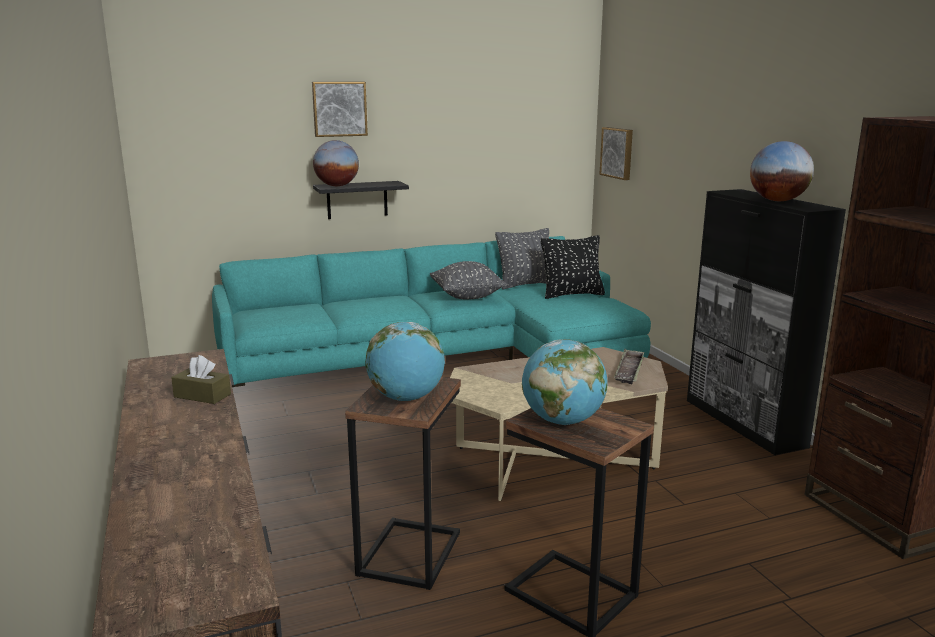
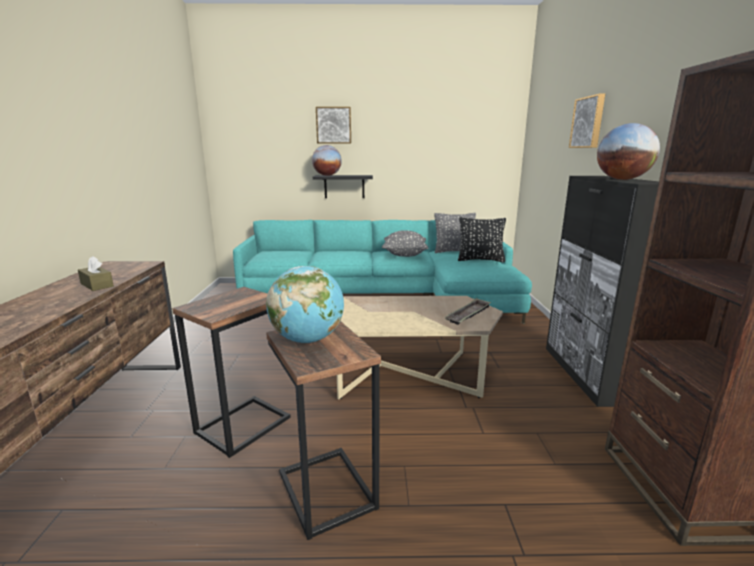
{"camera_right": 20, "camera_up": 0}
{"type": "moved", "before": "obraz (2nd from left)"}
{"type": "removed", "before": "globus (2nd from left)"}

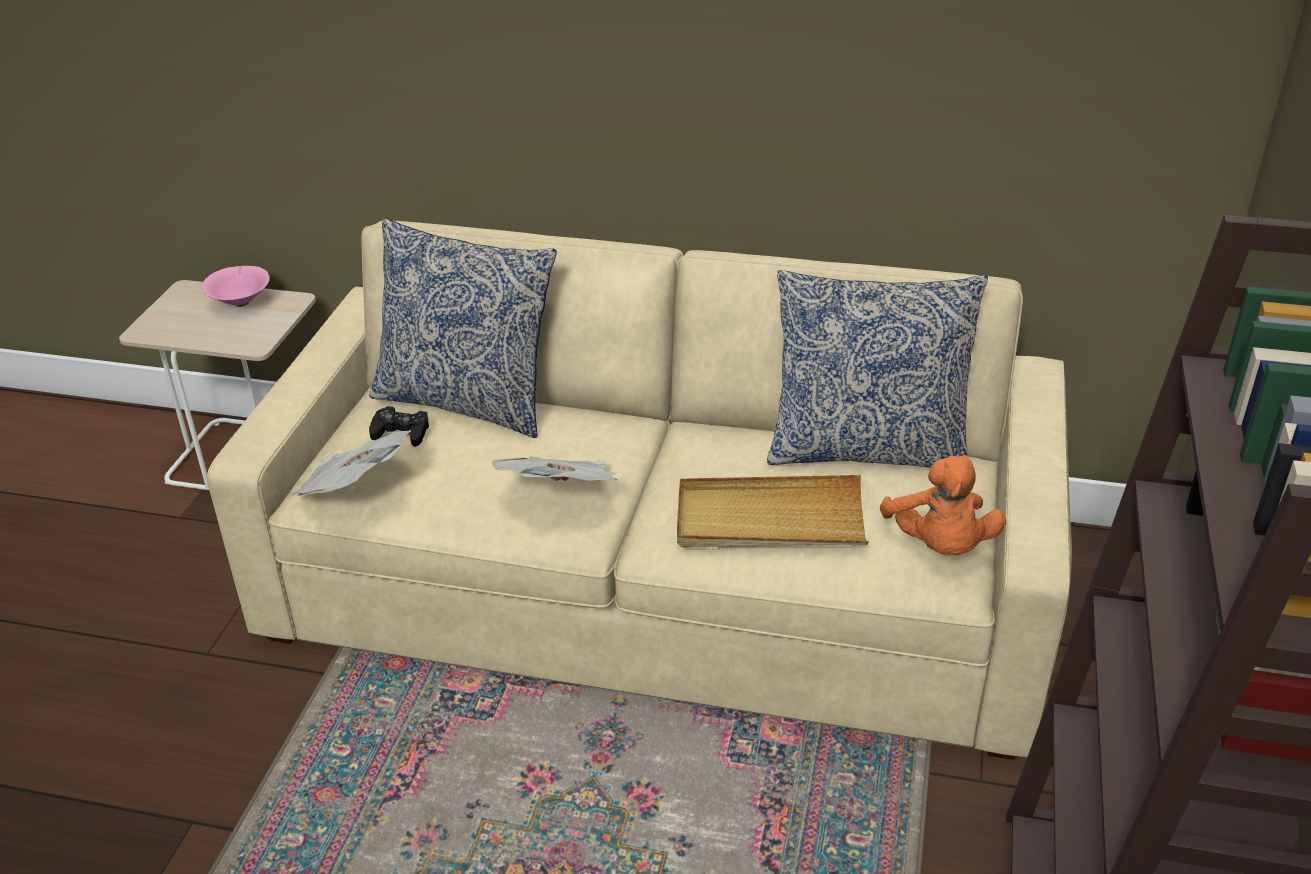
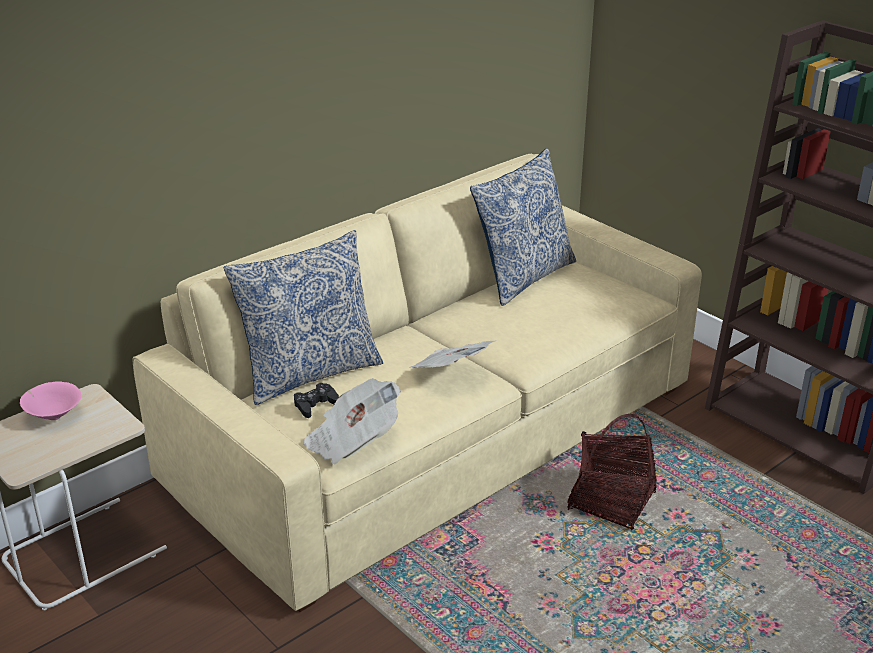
{"camera_right": -55, "camera_up": -5}
{"type": "added", "after": "koszyk"}
{"type": "removed", "before": "taca/beżowy"}
{"type": "removed", "before": "pluszak/pomarańczowy"}

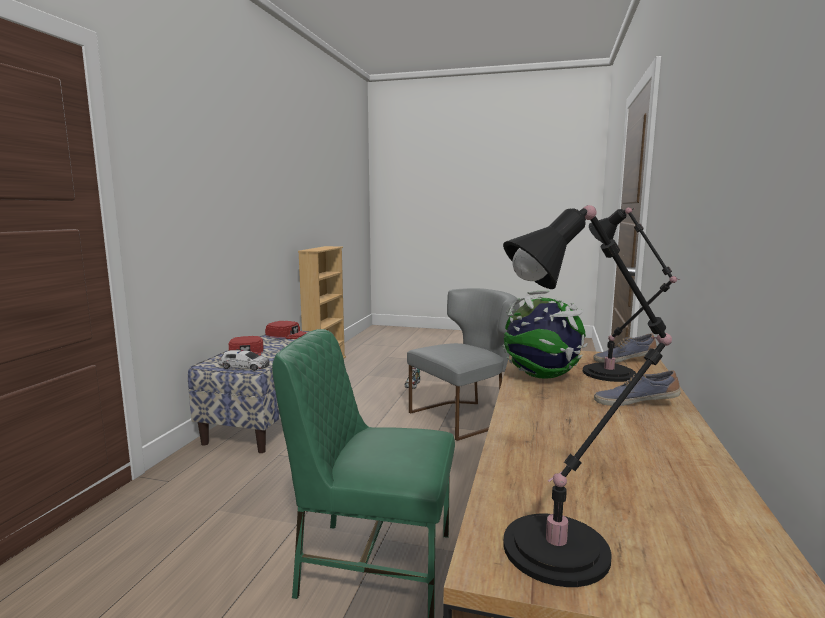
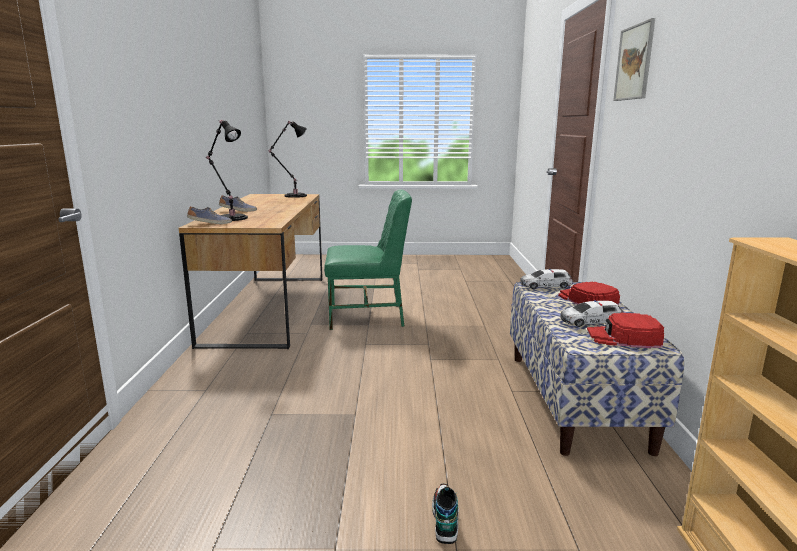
{"camera_right": 165, "camera_up": 5}
{"type": "added", "after": "samochodzik (2nd from left)"}
{"type": "added", "after": "obraz"}
{"type": "removed", "before": "krzesło/szary"}
{"type": "removed", "before": "globus"}

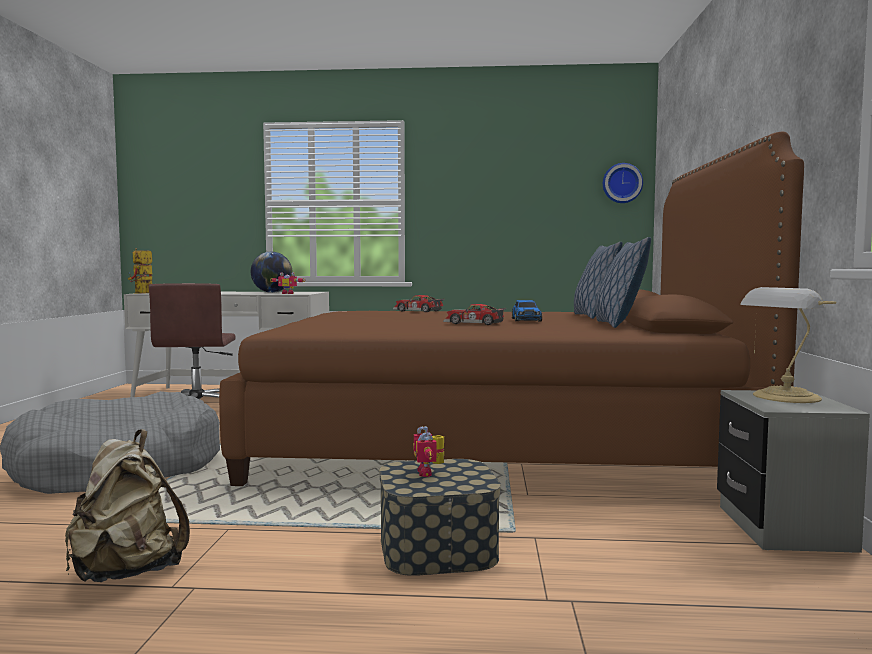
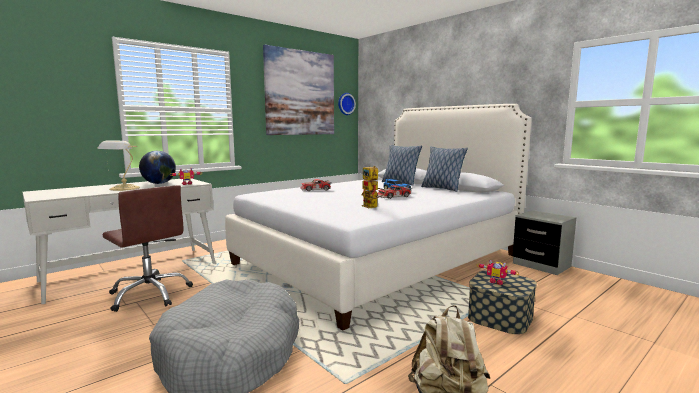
{"camera_right": -45, "camera_up": 5}
{"type": "moved", "before": "lampa stołowa"}
{"type": "recoloured", "before": "łóżko/brązowy", "after": "łóżko/biały"}
{"type": "added", "after": "obraz"}
{"type": "moved", "before": "robot zabawkowy (1st from left in the first image)", "after": "robot zabawkowy (2nd from left)"}

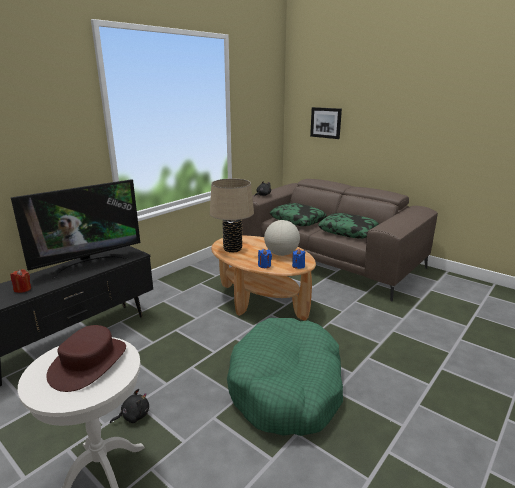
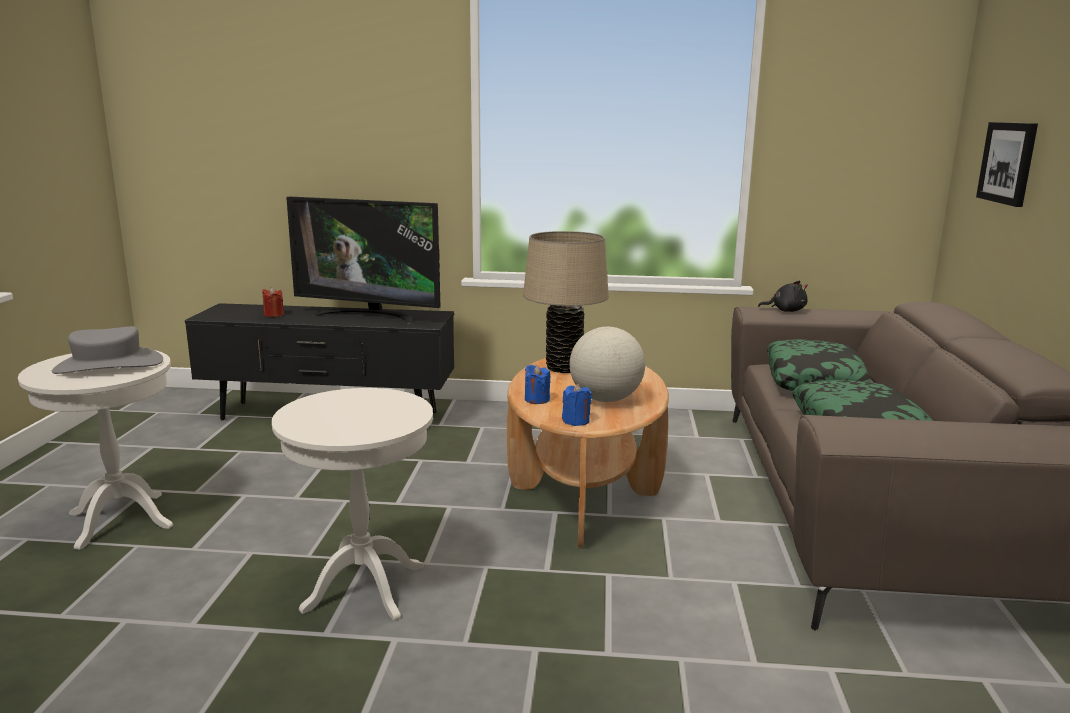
{"camera_right": 55, "camera_up": -5}
{"type": "recoloured", "before": "kapelusz/brązowy", "after": "kapelusz/szary"}
{"type": "replaced", "before": "legowisko/zielony", "after": "stolik/biały (2nd from left)"}
{"type": "removed", "before": "pluszak/czarny (1st from left)"}

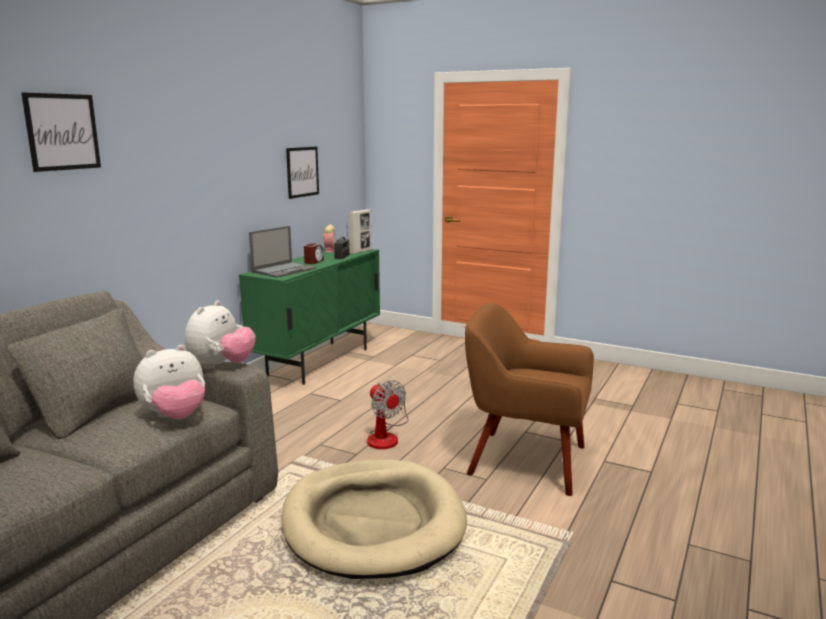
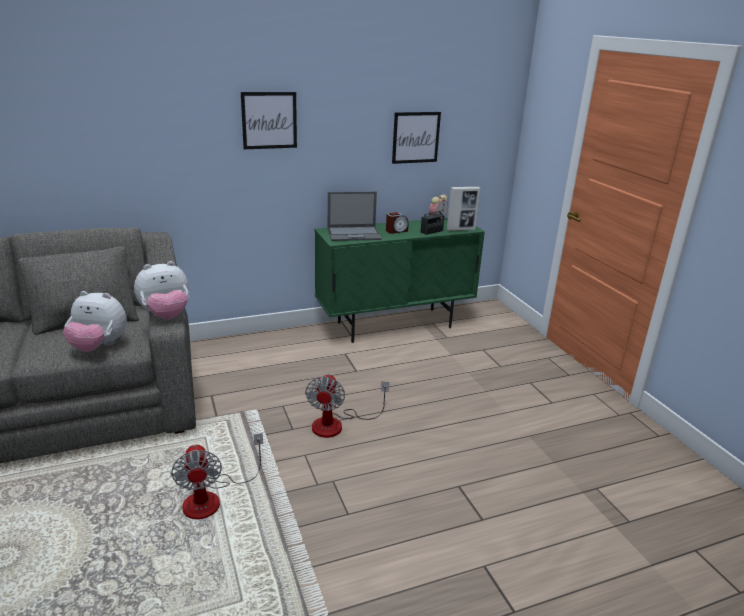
{"camera_right": 40, "camera_up": 10}
{"type": "replaced", "before": "legowisko/beżowy", "after": "wentylator (1st from left)"}
{"type": "moved", "before": "obraz (1st from left)"}
{"type": "removed", "before": "fotel/brązowy"}

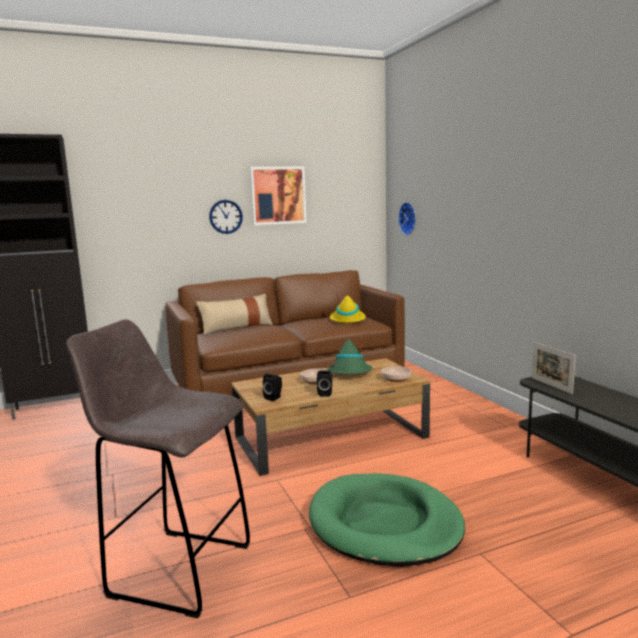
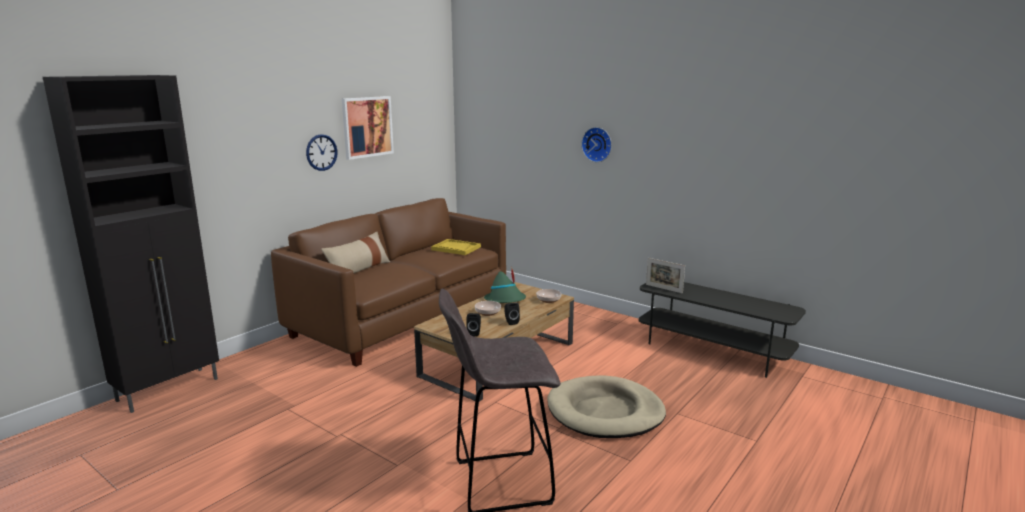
{"camera_right": -30, "camera_up": 5}
{"type": "replaced", "before": "kapelusz/żółty", "after": "taca/żółty"}
{"type": "recoloured", "before": "legowisko/zielony", "after": "legowisko/beżowy"}
{"type": "moved", "before": "zegar ścienny (2nd from left)"}

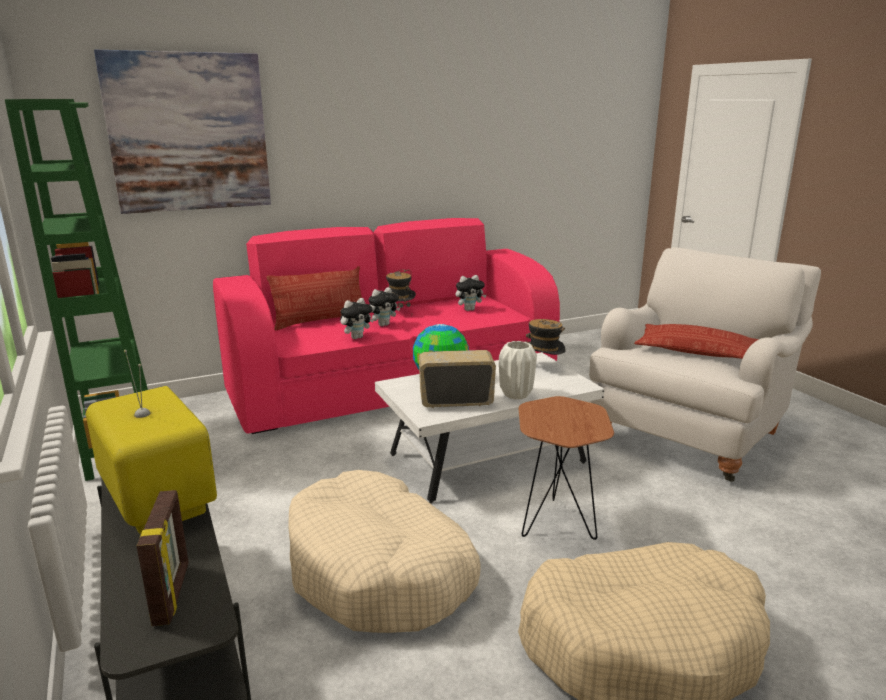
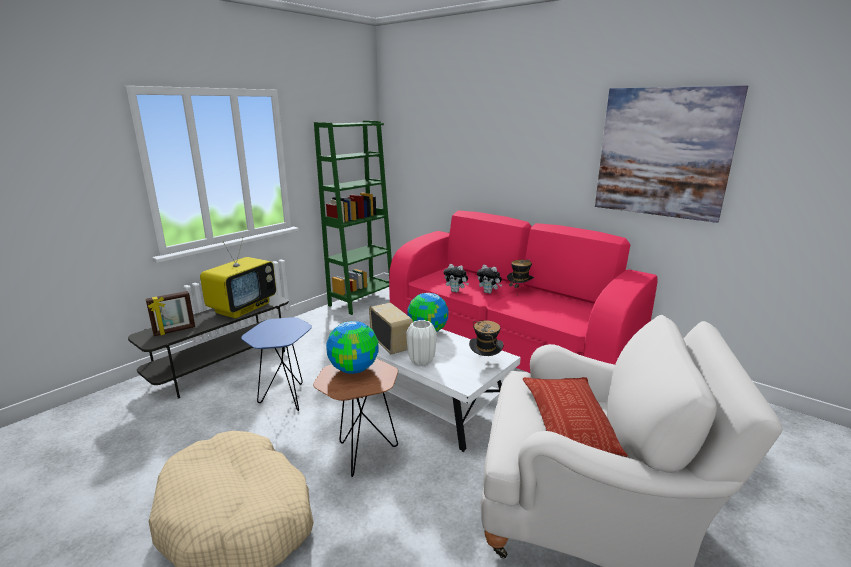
{"camera_right": 65, "camera_up": 0}
{"type": "replaced", "before": "legowisko/beżowy (1st from left)", "after": "stolik/niebieski"}
{"type": "added", "after": "globus (1st from left)"}
{"type": "moved", "before": "obraz"}
{"type": "removed", "before": "poduszka (1st from left)"}
{"type": "removed", "before": "pluszak (3rd from left)"}

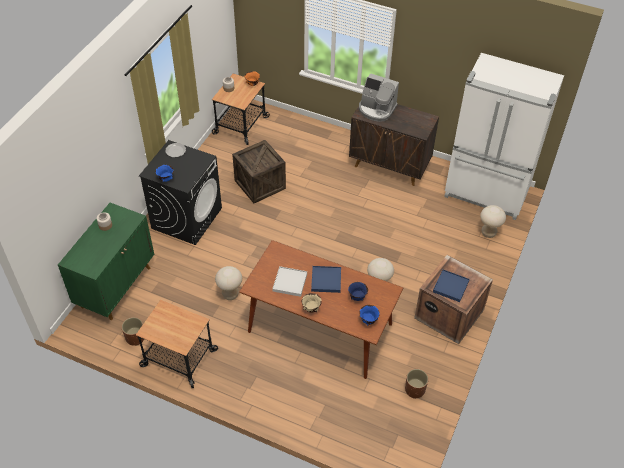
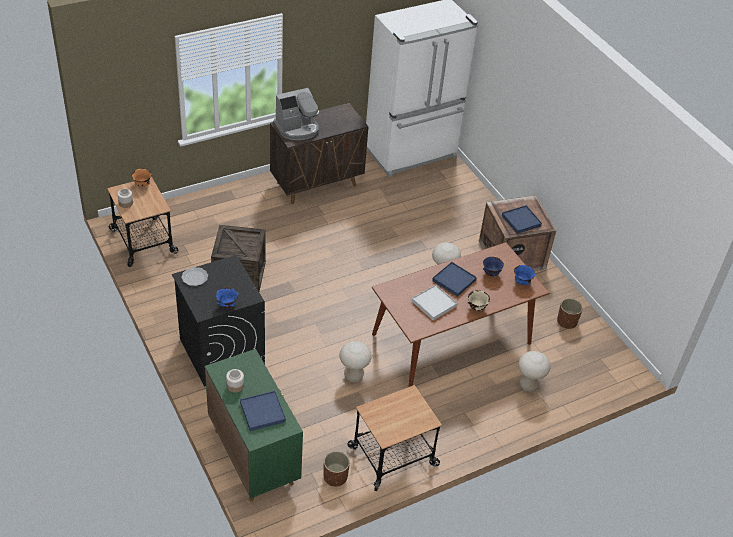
{"camera_right": -55, "camera_up": -5}
{"type": "added", "after": "taca/niebieski (1st from left)"}
{"type": "moved", "before": "stołek/beżowy (3rd from left)"}

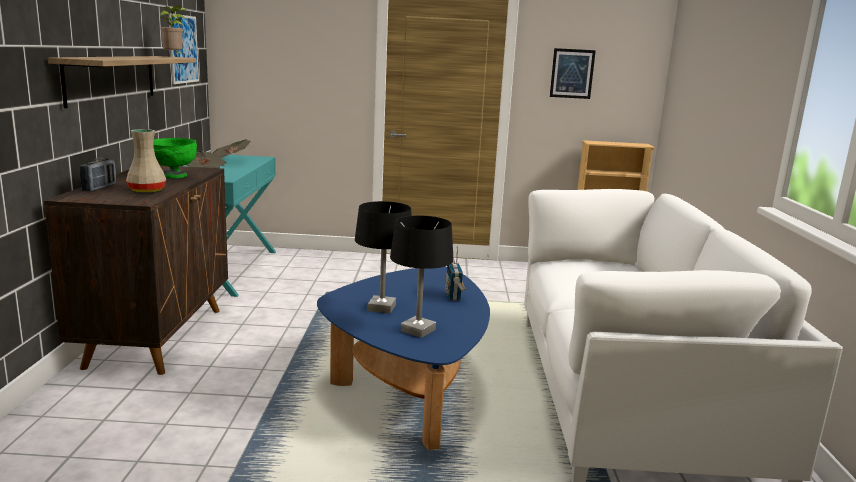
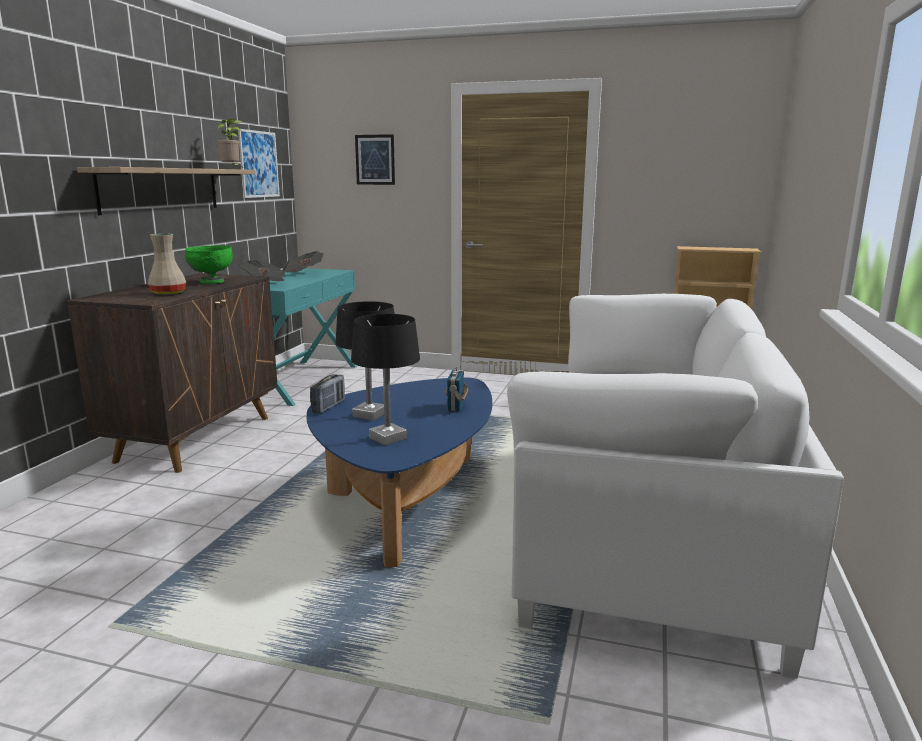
{"camera_right": 15, "camera_up": 0}
{"type": "moved", "before": "radio (1st from left)"}
{"type": "moved", "before": "obraz (2nd from left)"}

